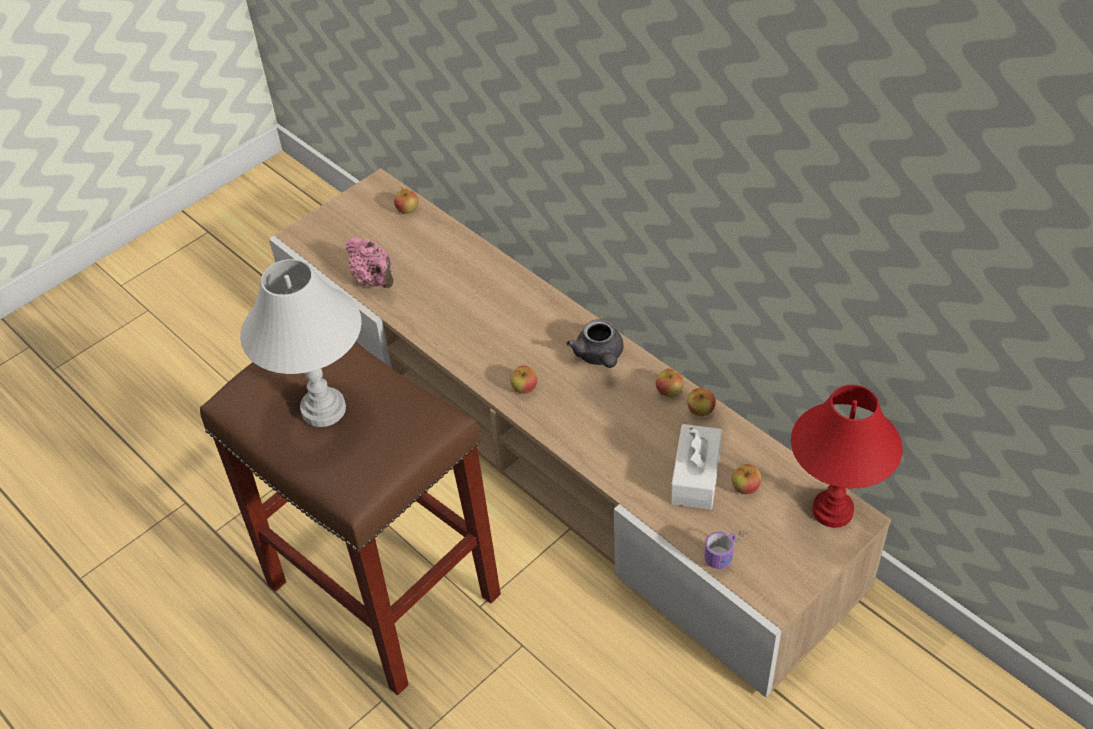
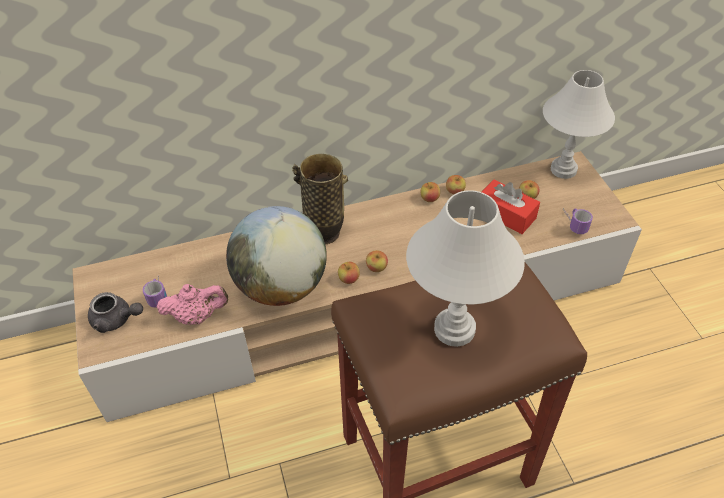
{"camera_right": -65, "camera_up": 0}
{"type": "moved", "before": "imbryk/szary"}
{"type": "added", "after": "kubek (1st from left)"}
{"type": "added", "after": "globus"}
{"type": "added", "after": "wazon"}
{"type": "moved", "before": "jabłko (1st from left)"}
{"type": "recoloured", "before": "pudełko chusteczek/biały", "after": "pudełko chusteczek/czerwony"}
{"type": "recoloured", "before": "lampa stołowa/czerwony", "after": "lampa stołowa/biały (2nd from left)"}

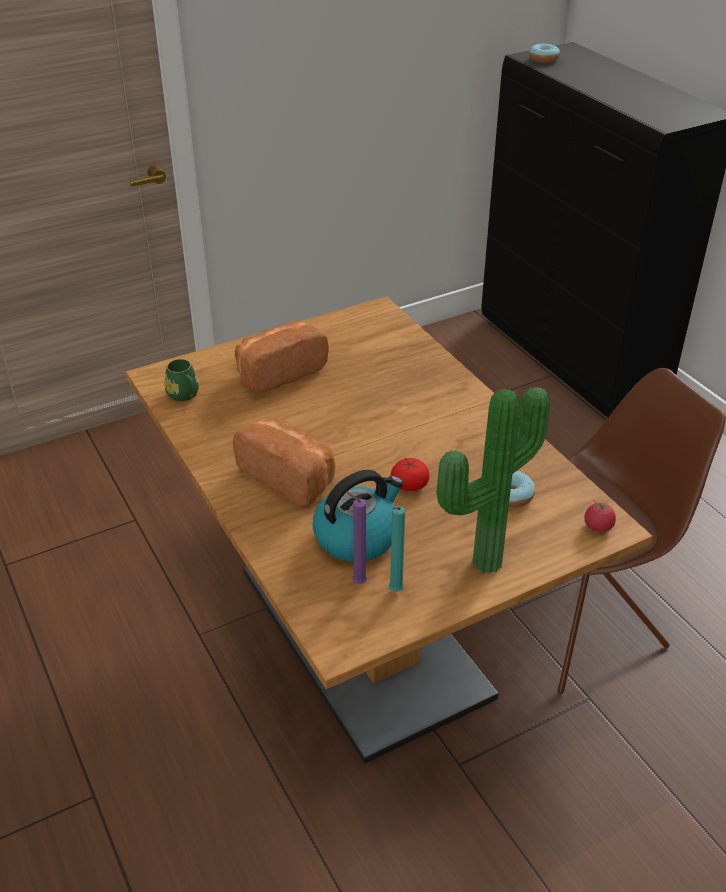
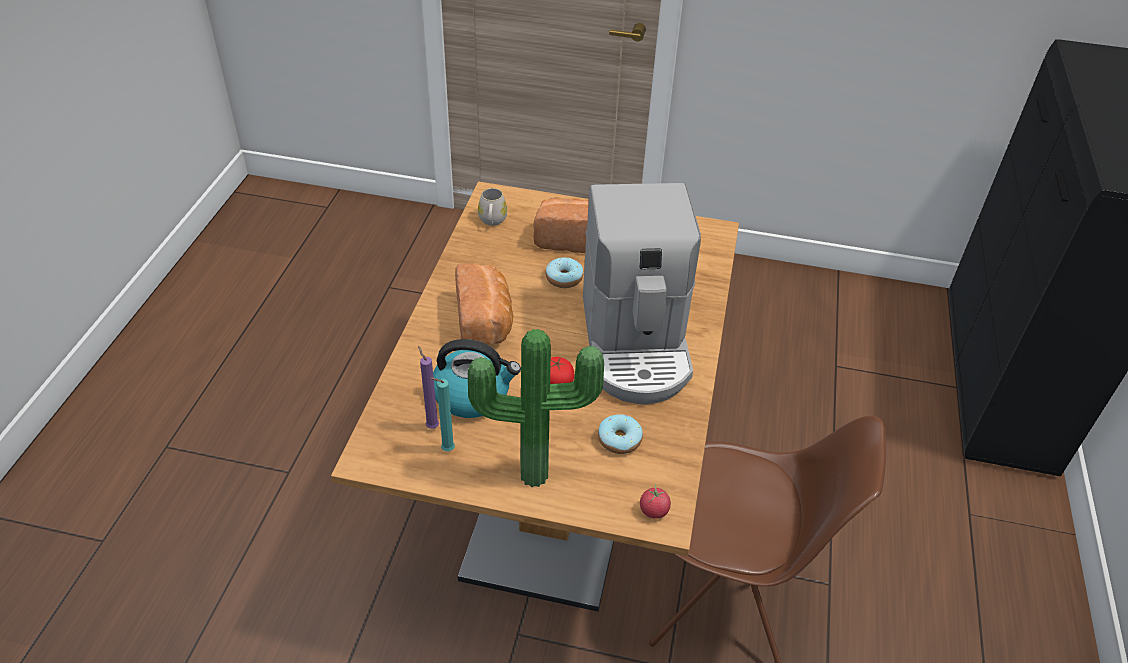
{"camera_right": 40, "camera_up": 5}
{"type": "recoloured", "before": "kubek/zielony", "after": "kubek/biały"}
{"type": "moved", "before": "donut (2nd from left in the first image)", "after": "donut (1st from left)"}
{"type": "added", "after": "ekspres do kawy"}

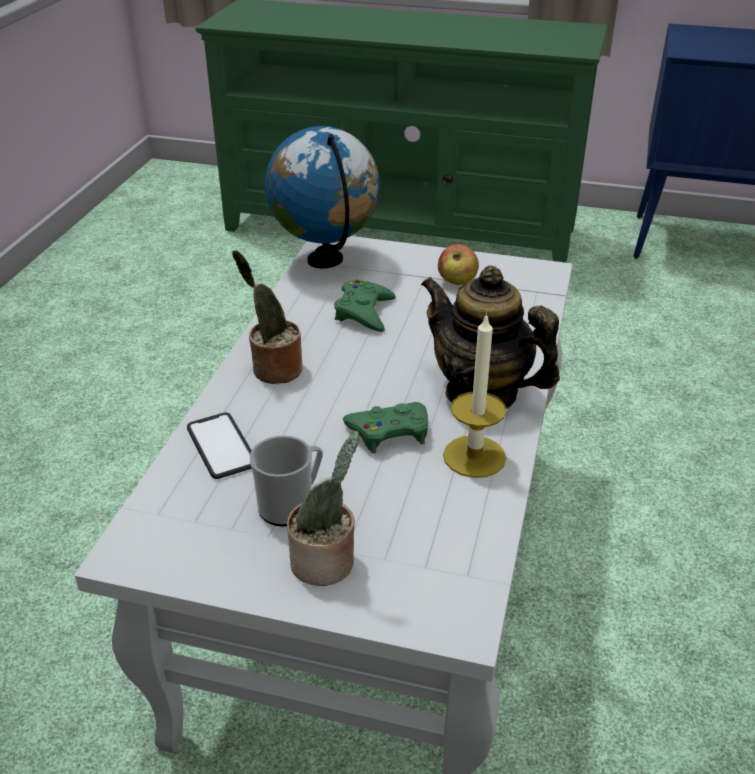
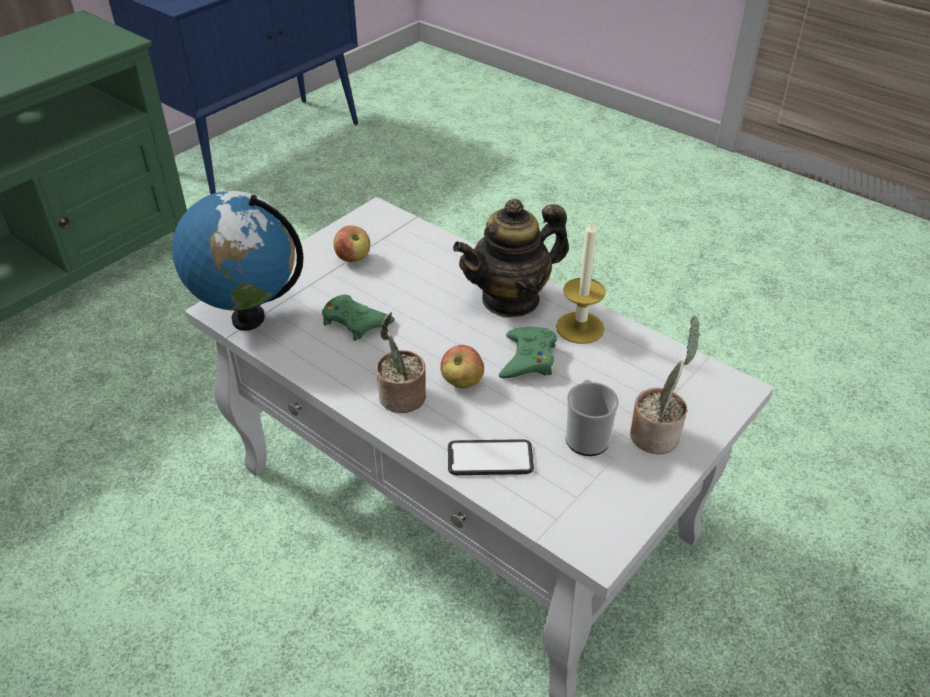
{"camera_right": -65, "camera_up": 5}
{"type": "added", "after": "jabłko (2nd from left)"}

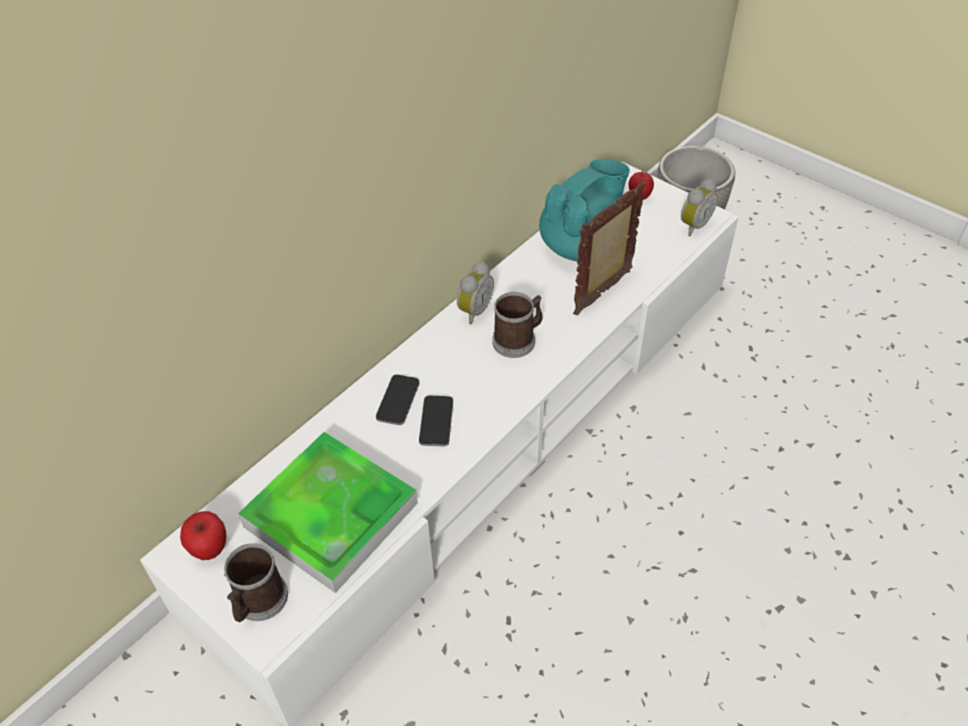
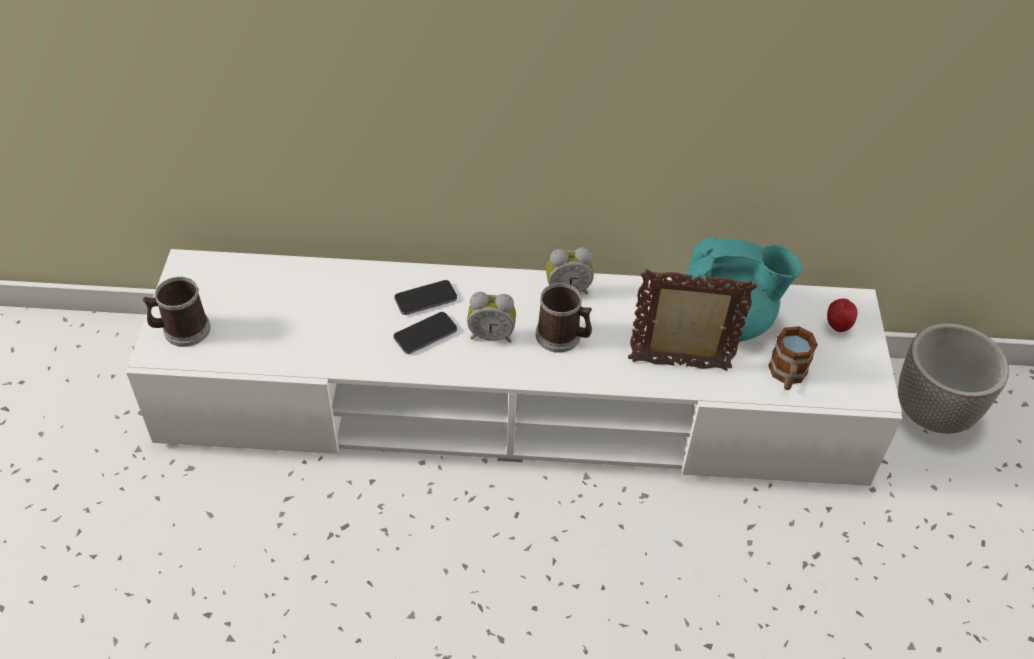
{"camera_right": 50, "camera_up": 0}
{"type": "moved", "before": "budzik (2nd from left in the first image)", "after": "budzik (1st from left)"}
{"type": "added", "after": "kubek (3rd from left)"}
{"type": "removed", "before": "jabłko (1st from left)"}
{"type": "removed", "before": "taca"}

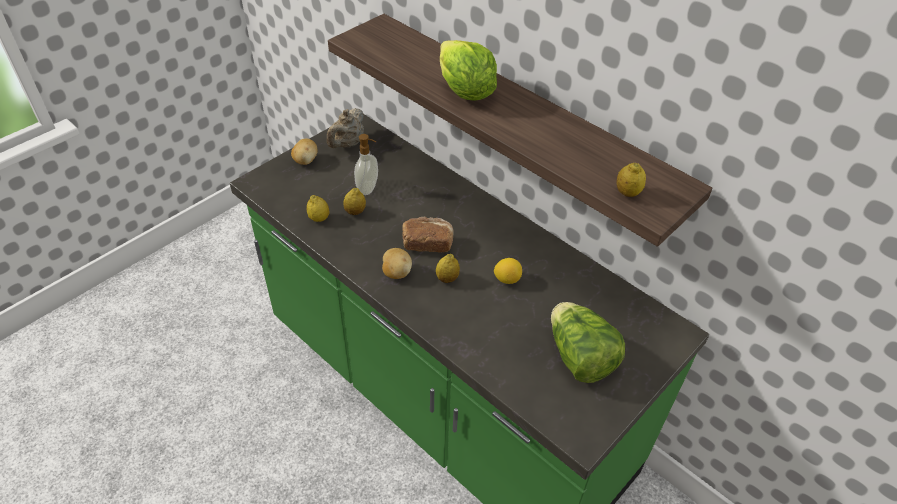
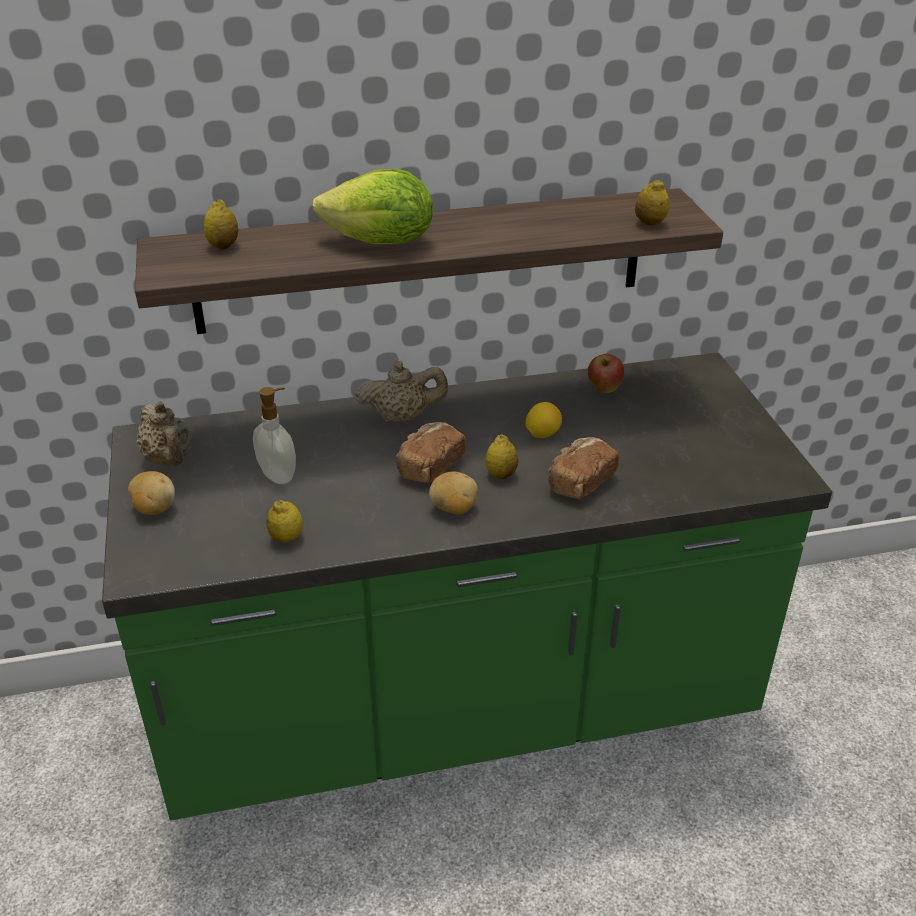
{"camera_right": -55, "camera_up": -10}
{"type": "moved", "before": "cytryna (2nd from left in the first image)", "after": "cytryna (1st from left)"}
{"type": "added", "after": "imbryk/beżowy (2nd from left)"}
{"type": "added", "after": "chleb (2nd from left)"}
{"type": "added", "after": "jabłko"}
{"type": "removed", "before": "sałata (2nd from left)"}

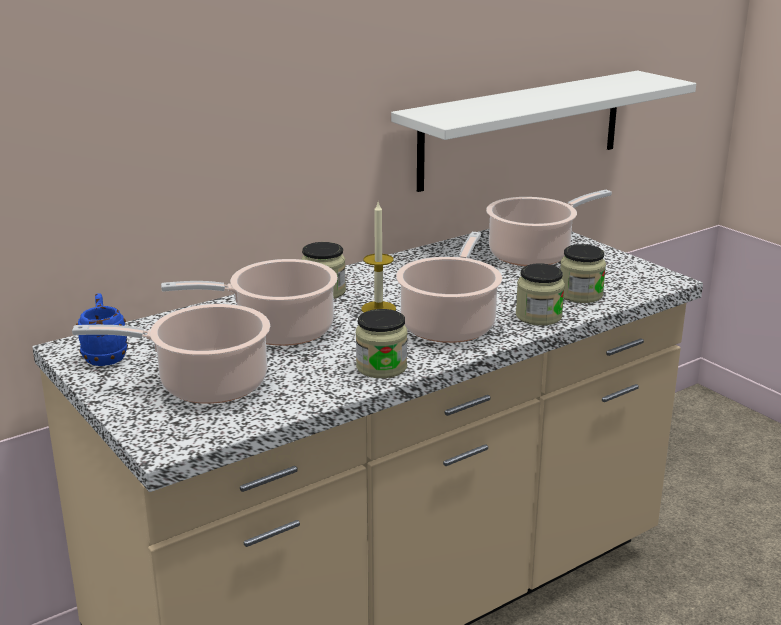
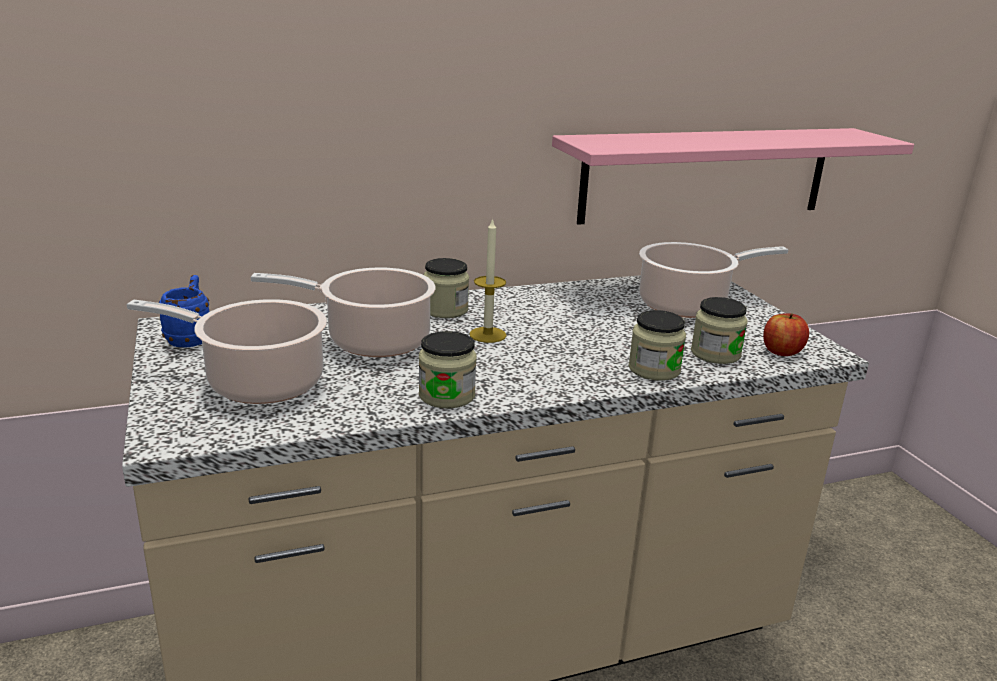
{"camera_right": 15, "camera_up": 0}
{"type": "recoloured", "before": "półka/biały", "after": "półka/różowy"}
{"type": "added", "after": "jabłko"}
{"type": "removed", "before": "garnek (3rd from left)"}

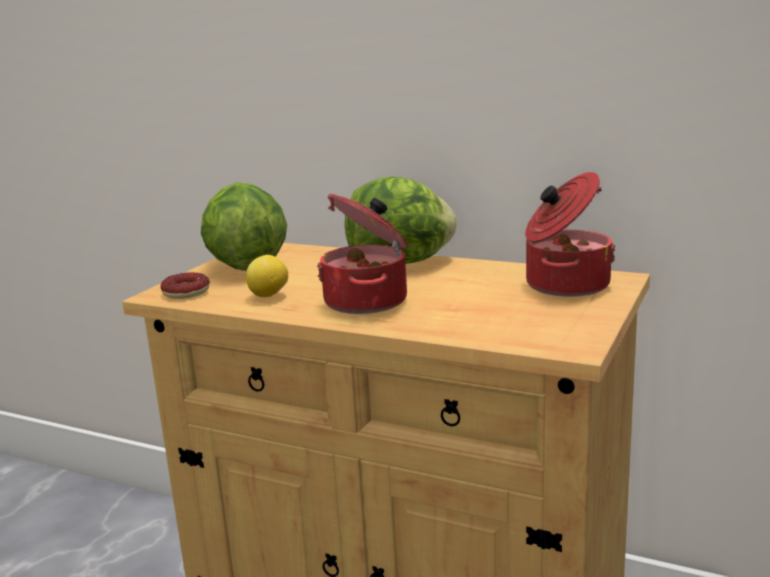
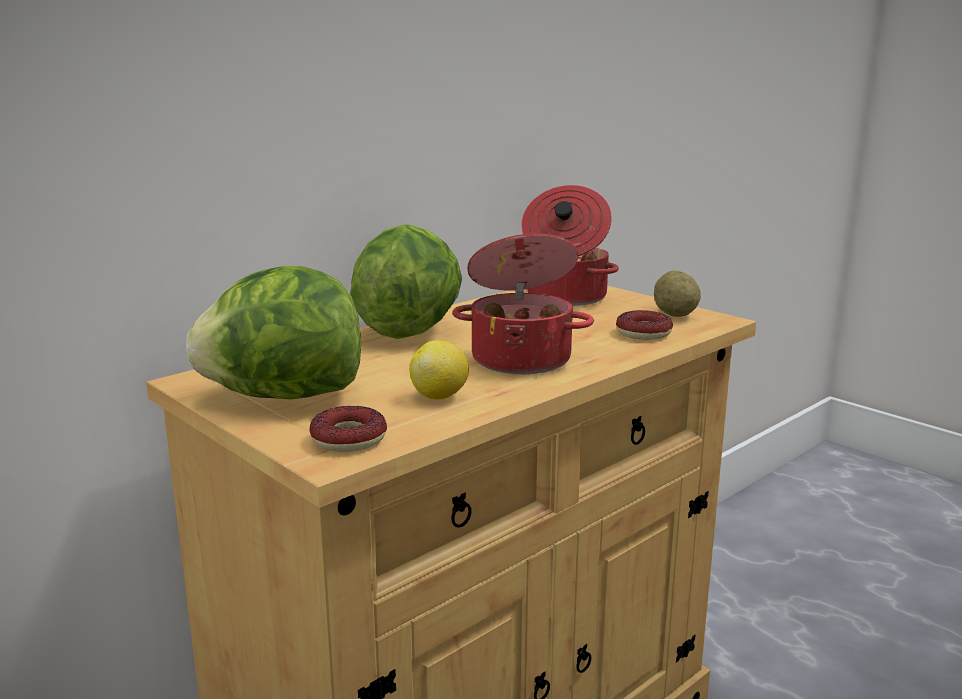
{"camera_right": -70, "camera_up": 0}
{"type": "added", "after": "donut (2nd from left)"}
{"type": "added", "after": "ziemniak"}

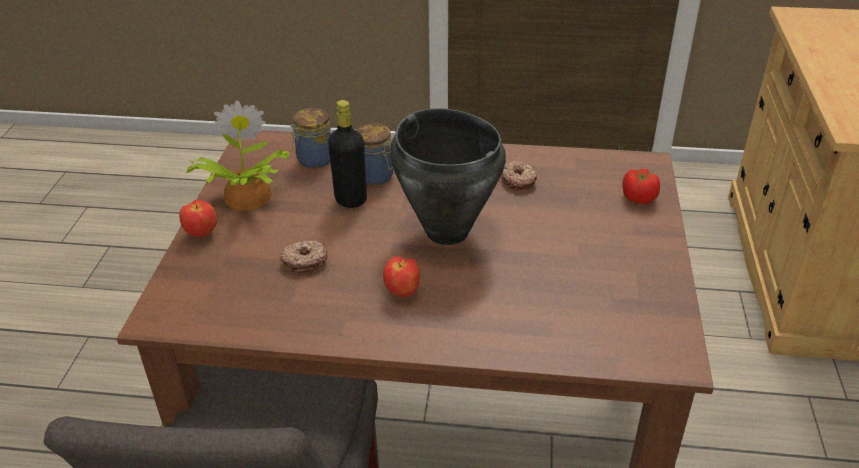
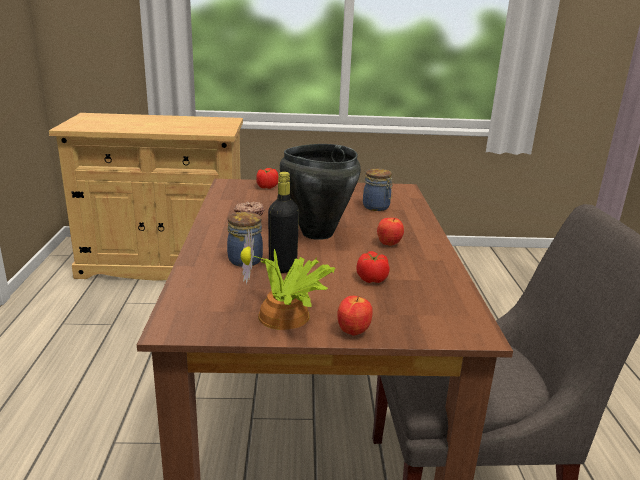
{"camera_right": -100, "camera_up": -15}
{"type": "replaced", "before": "donut (1st from left)", "after": "pomidor (2nd from left)"}
{"type": "moved", "before": "słoik (1st from left in the first image)", "after": "słoik (2nd from left)"}

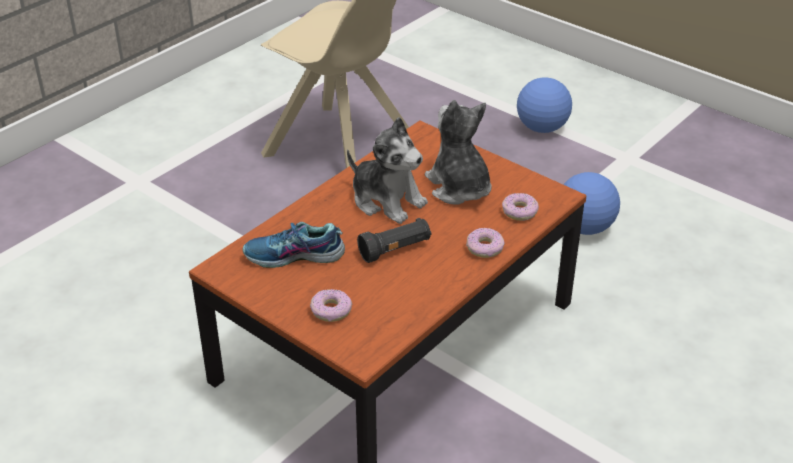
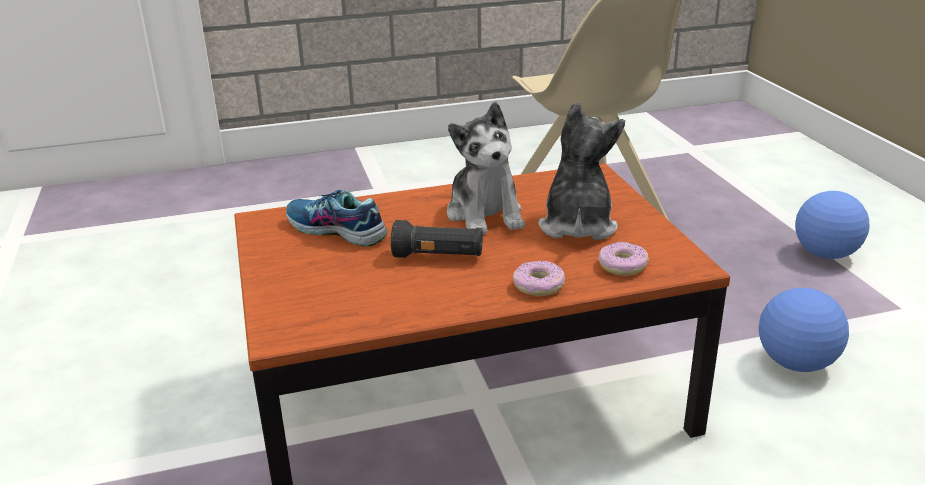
{"camera_right": 35, "camera_up": -10}
{"type": "removed", "before": "donut (1st from left)"}

